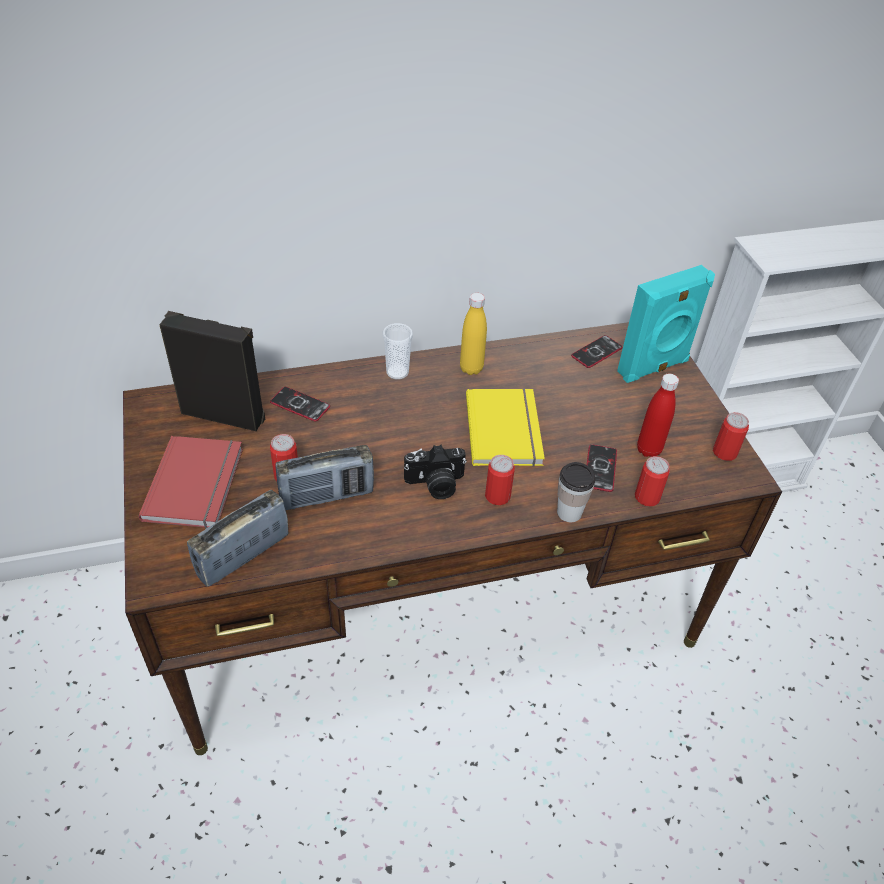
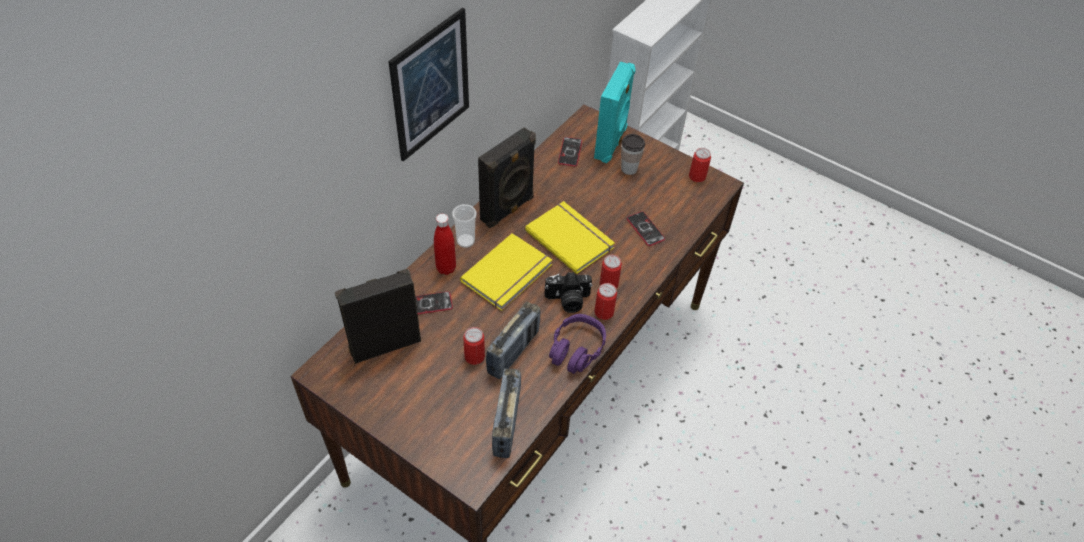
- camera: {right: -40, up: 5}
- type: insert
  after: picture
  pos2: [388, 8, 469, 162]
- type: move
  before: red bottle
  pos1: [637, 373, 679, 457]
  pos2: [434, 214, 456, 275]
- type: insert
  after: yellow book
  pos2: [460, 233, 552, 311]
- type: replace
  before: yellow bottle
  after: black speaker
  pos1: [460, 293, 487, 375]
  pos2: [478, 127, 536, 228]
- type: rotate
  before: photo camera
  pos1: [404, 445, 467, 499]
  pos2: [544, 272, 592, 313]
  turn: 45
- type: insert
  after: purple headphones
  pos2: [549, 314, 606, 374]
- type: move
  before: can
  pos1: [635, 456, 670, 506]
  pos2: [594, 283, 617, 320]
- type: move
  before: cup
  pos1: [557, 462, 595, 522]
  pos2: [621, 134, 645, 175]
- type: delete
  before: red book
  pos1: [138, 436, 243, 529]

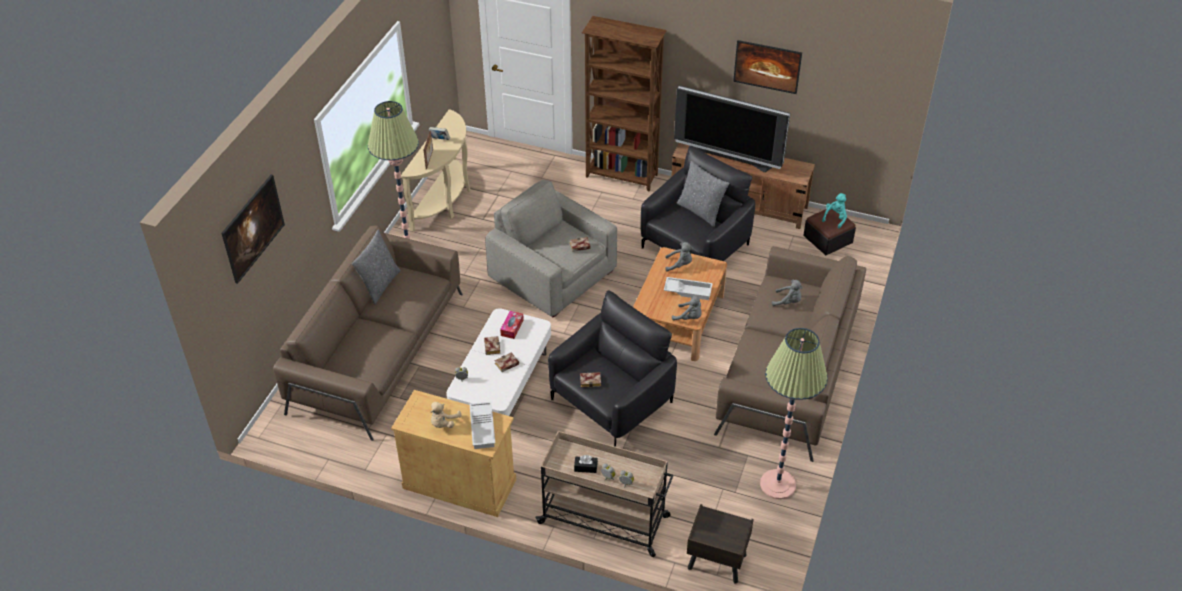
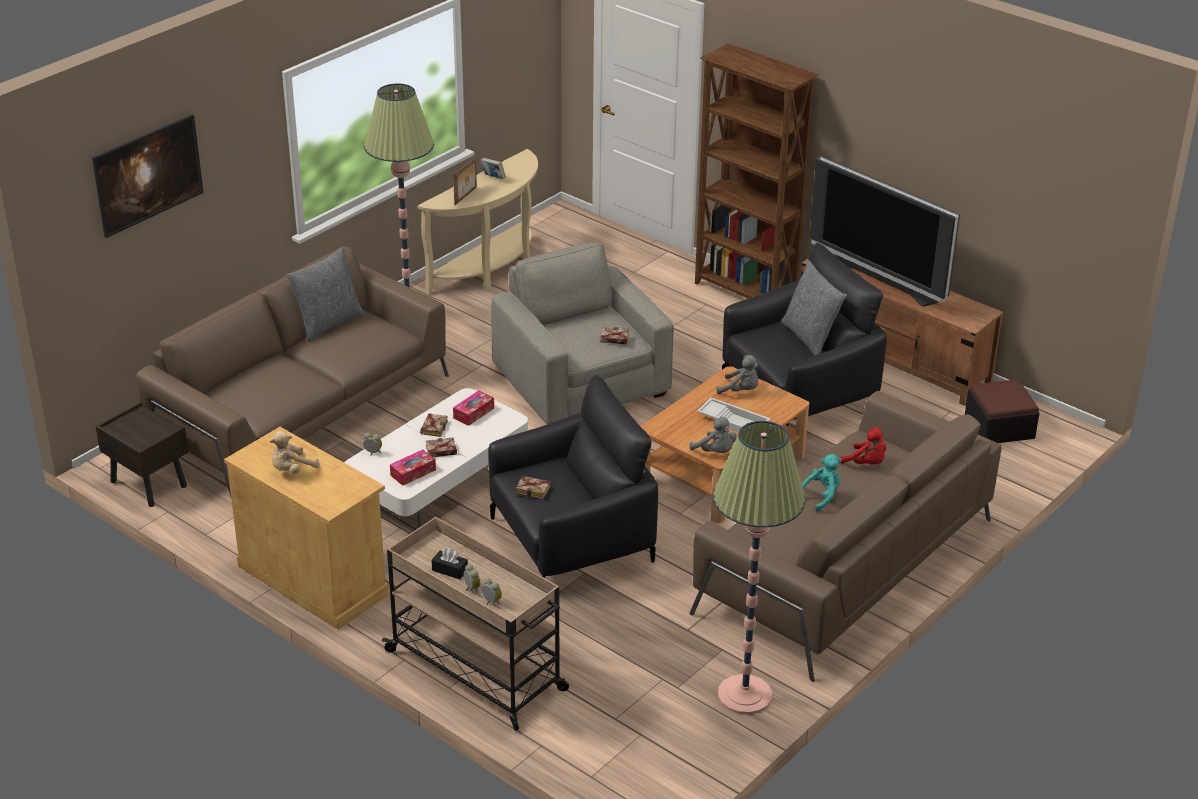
- camera: {right: 20, up: -10}
- type: move
  before: brown nightstand
  pos1: [687, 504, 754, 584]
  pos2: [96, 402, 188, 507]
- type: insert
  after: tissue box
  pos2: [390, 450, 436, 486]
- type: move
  before: turquoise plush toy
  pos1: [822, 193, 847, 228]
  pos2: [802, 454, 842, 512]
- type: recolor
  before: grey plush toy
  after: red plush toy
  pos1: [772, 280, 803, 306]
  pos2: [839, 427, 886, 464]
- type: delete
  before: white tray
  pos1: [470, 402, 495, 449]
- type: delete
  before: picture
  pos1: [733, 40, 802, 94]

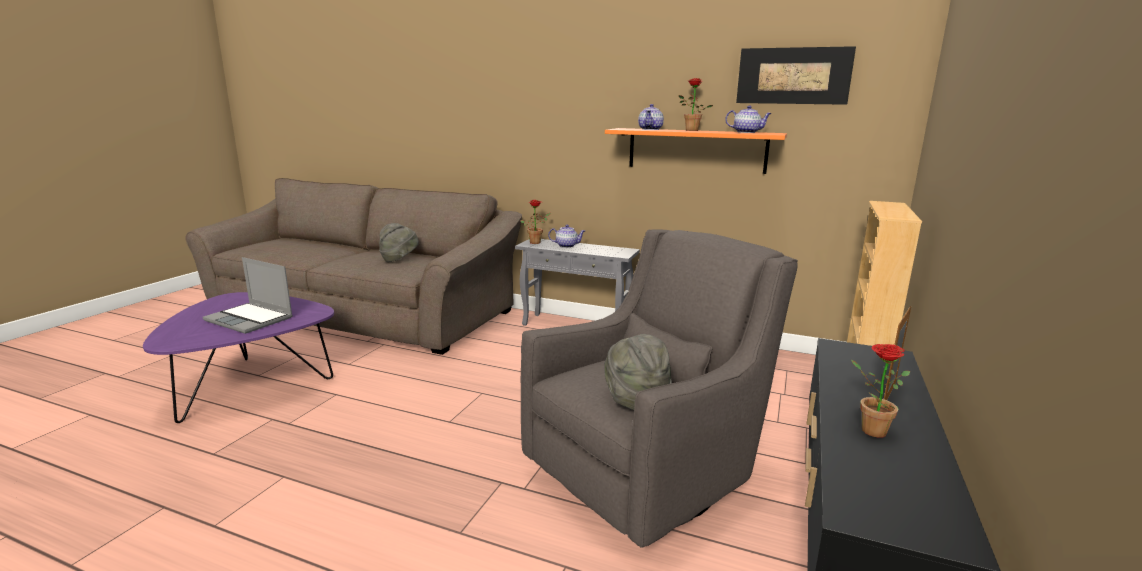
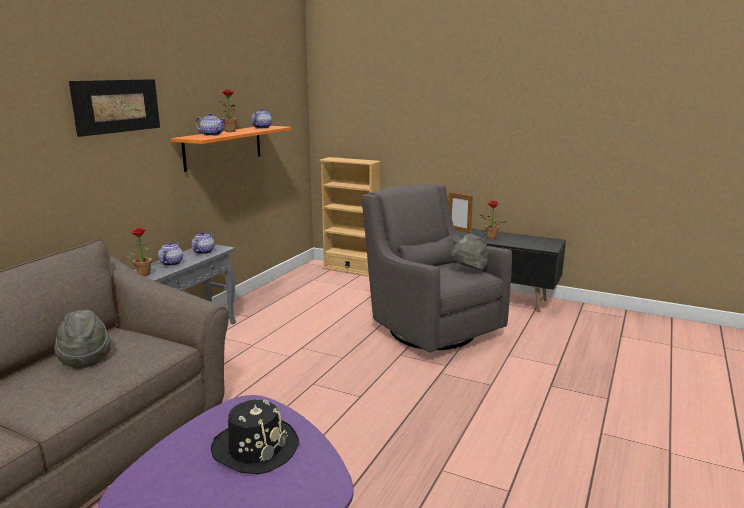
- camera: {right: -85, up: 0}
- type: move
  before: picture
  pos1: [736, 46, 856, 105]
  pos2: [69, 79, 160, 137]
- type: insert
  after: teapot
  pos2: [192, 231, 214, 254]
- type: replace
  before: laptop
  after: black hat
  pos1: [203, 257, 293, 334]
  pos2: [211, 400, 299, 474]

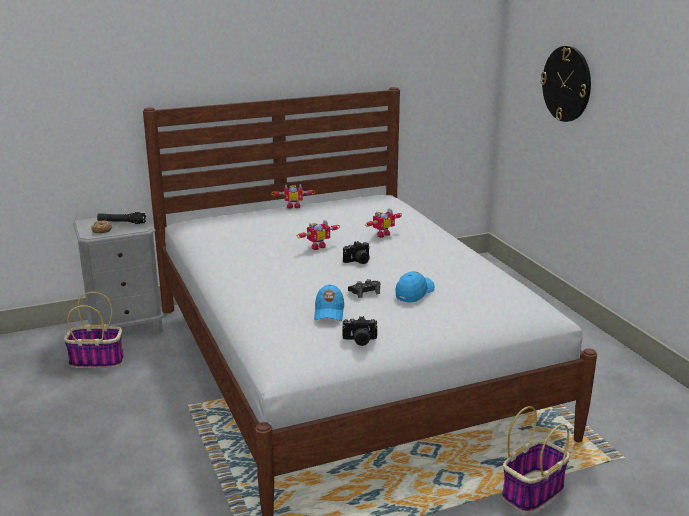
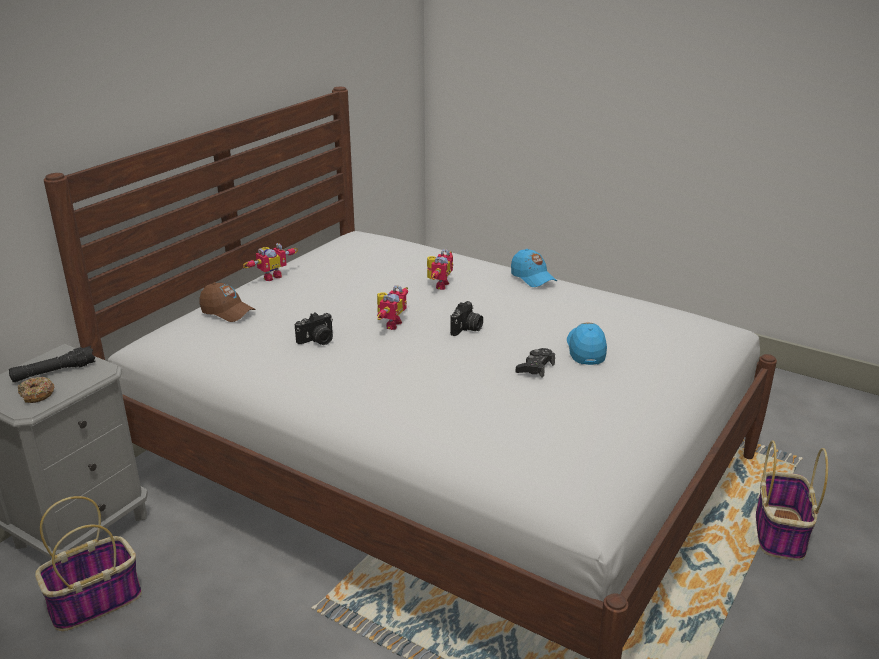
- camera: {right: -35, up: 5}
- type: insert
  after: brown cap
  pos2: [199, 282, 255, 322]
- type: move
  before: photo camera
  pos1: [342, 316, 378, 346]
  pos2: [295, 312, 333, 345]
- type: move
  before: blue cap
  pos1: [314, 284, 344, 321]
  pos2: [511, 249, 557, 287]
- type: delete
  before: wall clock
  pos1: [541, 46, 591, 122]

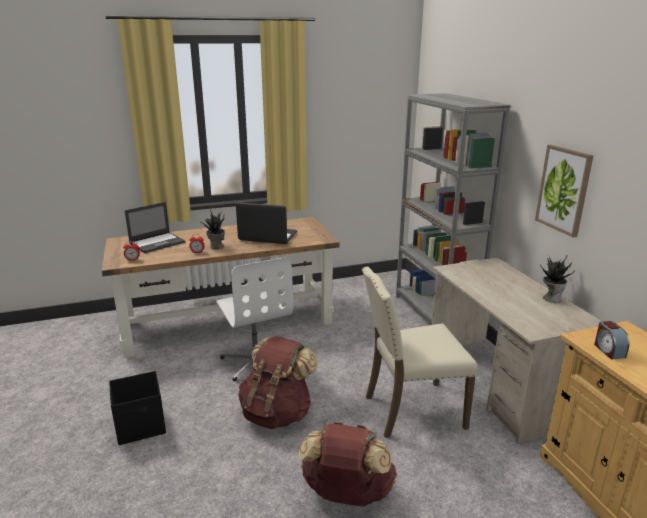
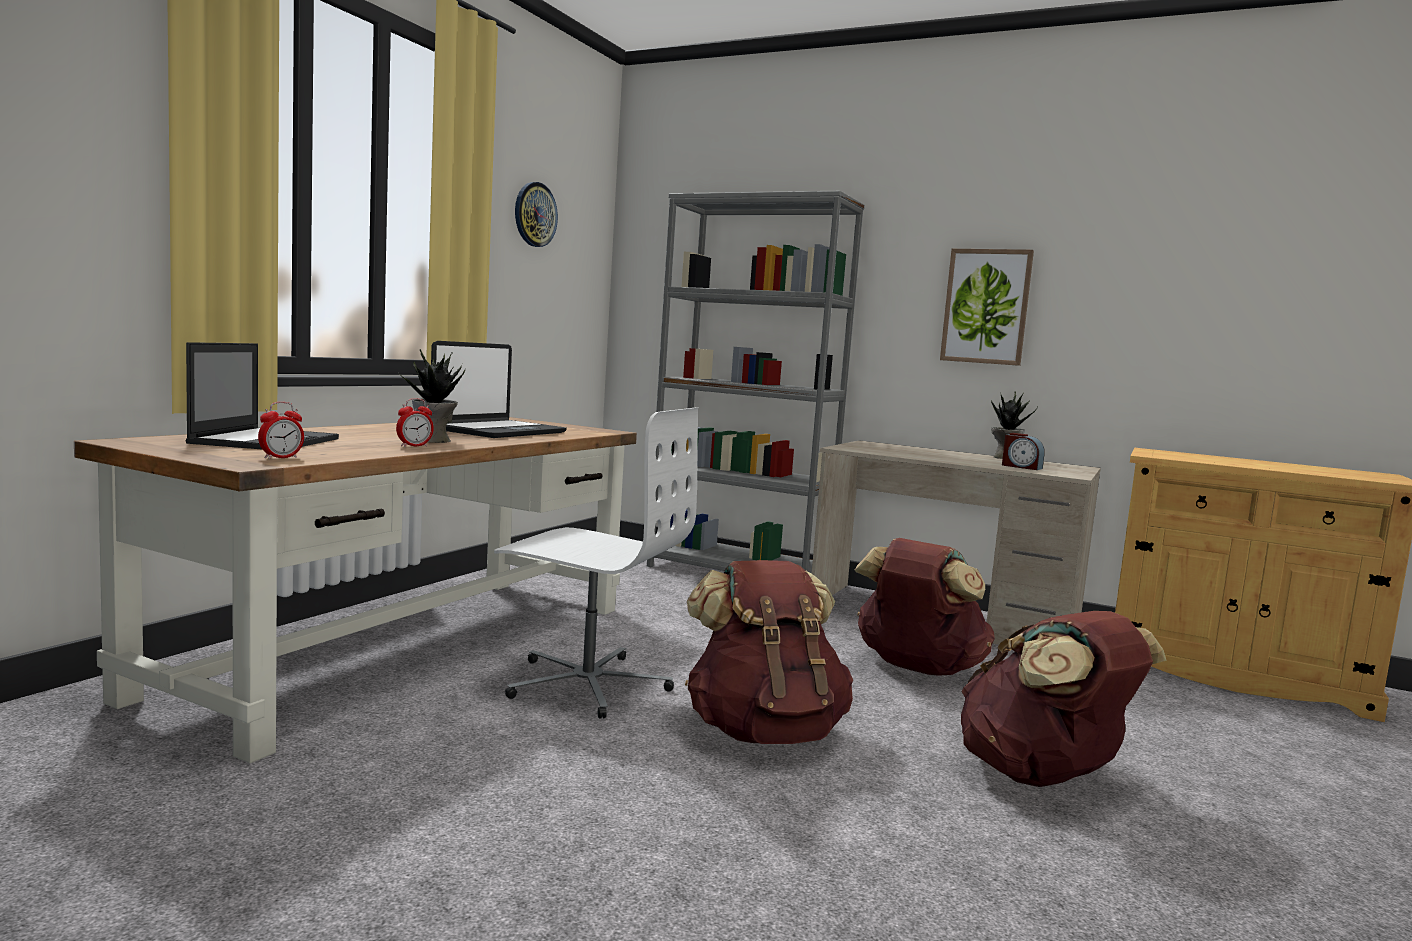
- camera: {right: -45, up: -15}
- type: rotate
  before: laptop
  pos1: [236, 202, 297, 244]
  pos2: [431, 341, 567, 438]
  turn: 150
- type: insert
  after: wall clock
  pos2: [515, 182, 558, 247]
- type: replace
  before: beige chair
  after: brown backpack
  pos1: [362, 267, 478, 438]
  pos2: [855, 538, 995, 676]
- type: move
  before: alarm clock
  pos1: [594, 321, 630, 360]
  pos2: [1002, 433, 1045, 470]
- type: delete
  before: black storage box
  pos1: [109, 371, 166, 445]

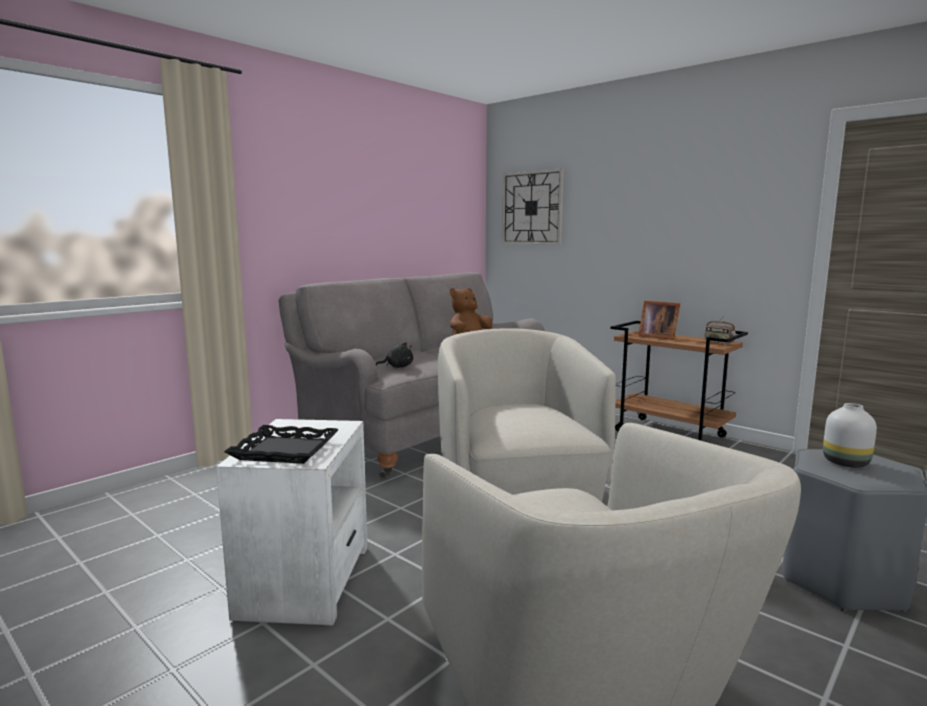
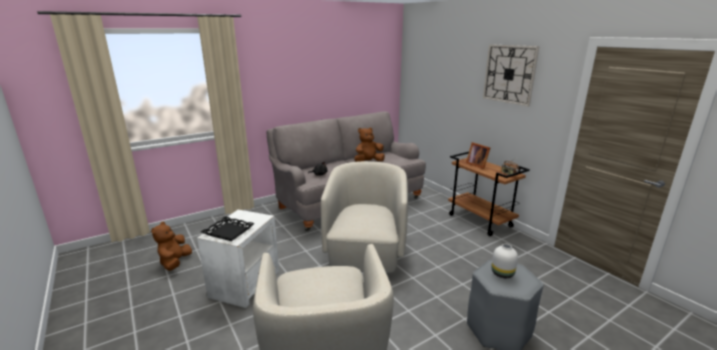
- camera: {right: 15, up: 10}
- type: insert
  after: brown plush toy
  pos2: [151, 222, 192, 271]
- type: move
  before: wall clock
  pos1: [502, 168, 564, 245]
  pos2: [483, 44, 540, 106]

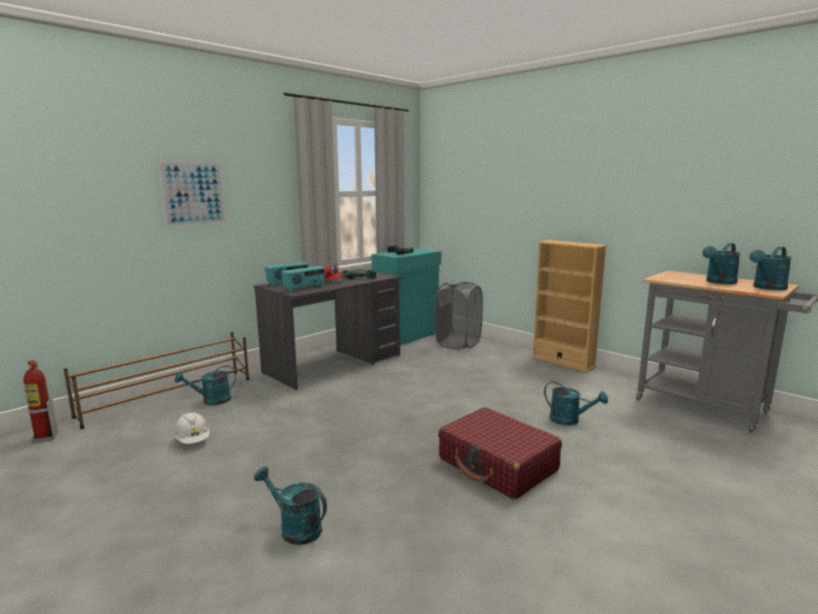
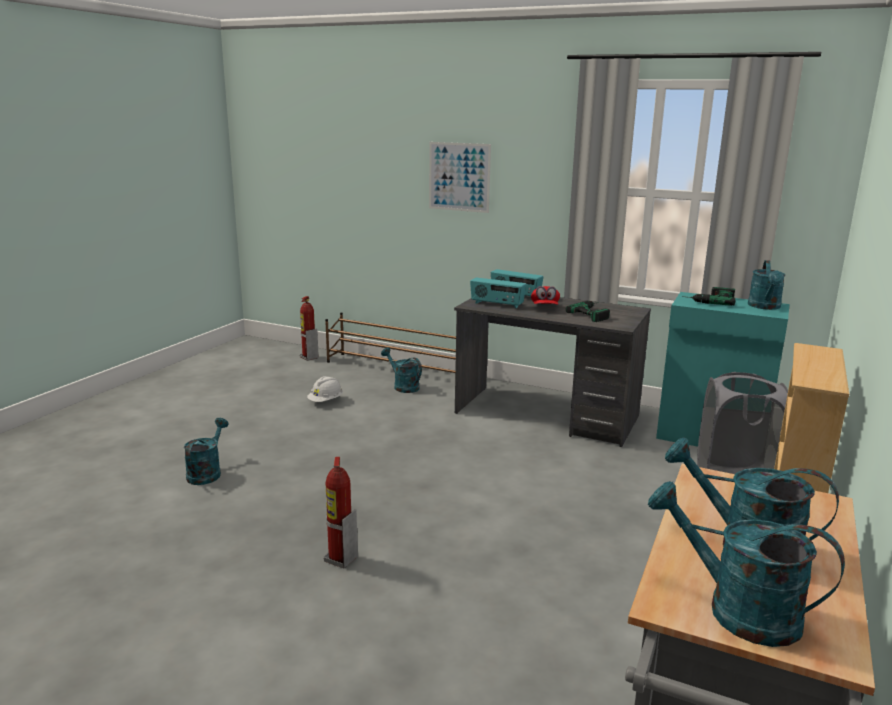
- camera: {right: 70, up: 5}
- type: replace
  before: red suitcase
  after: fire extinguisher
  pos1: [438, 407, 562, 500]
  pos2: [323, 457, 358, 569]
- type: move
  before: turquoise watering can
  pos1: [544, 381, 608, 425]
  pos2: [748, 260, 785, 310]

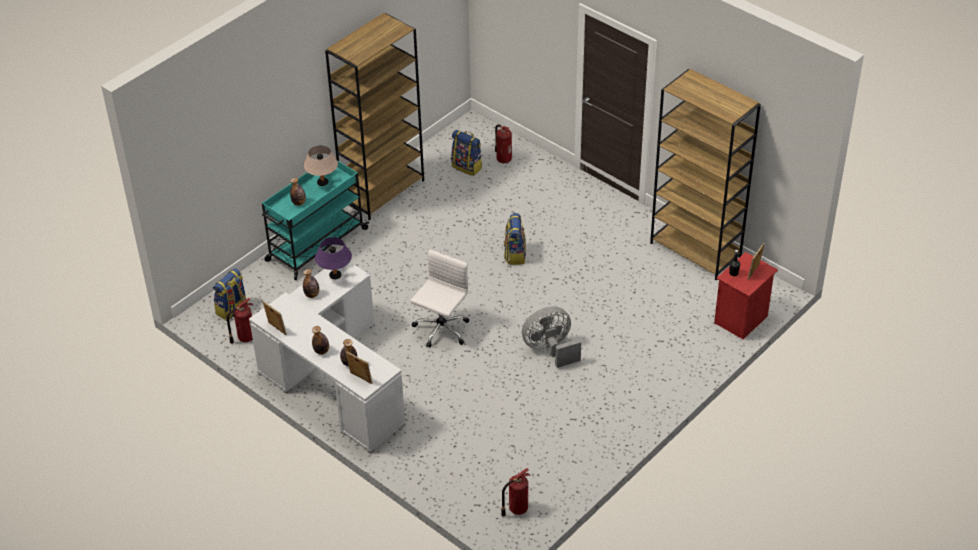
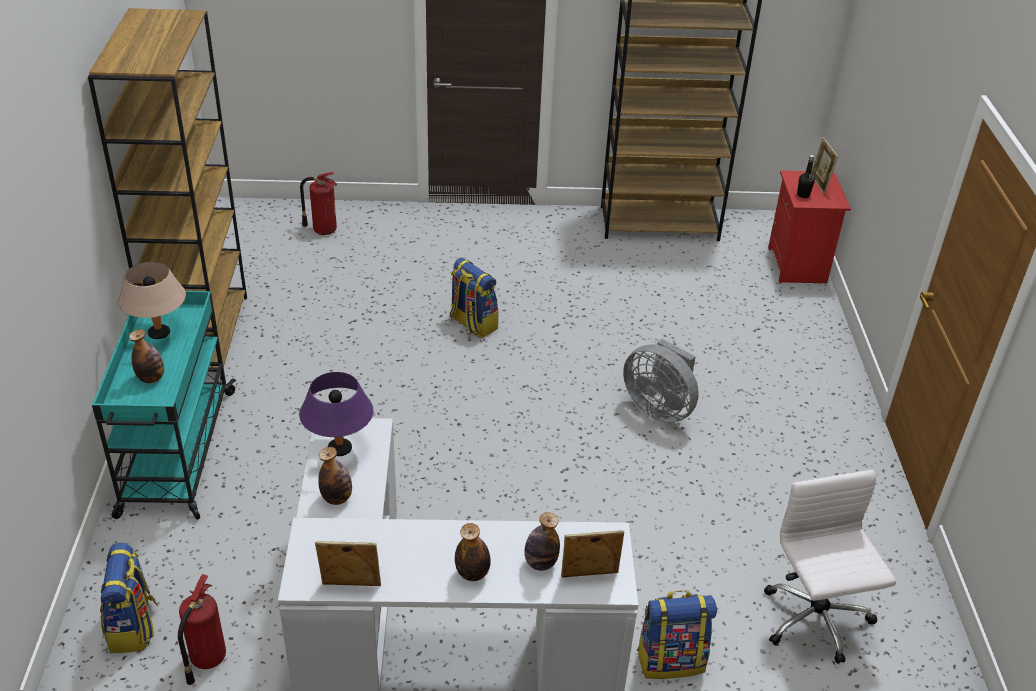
- camera: {right: -45, up: -5}
- type: rotate
  before: grey fan
  pos1: [522, 306, 581, 368]
  pos2: [623, 339, 699, 423]
  turn: -75
- type: move
  before: backpack
  pos1: [451, 130, 482, 176]
  pos2: [637, 590, 717, 679]
- type: move
  before: white office chair
  pos1: [410, 250, 469, 348]
  pos2: [764, 470, 896, 664]
- type: delete
  before: fire extinguisher
  pos1: [501, 468, 531, 516]

